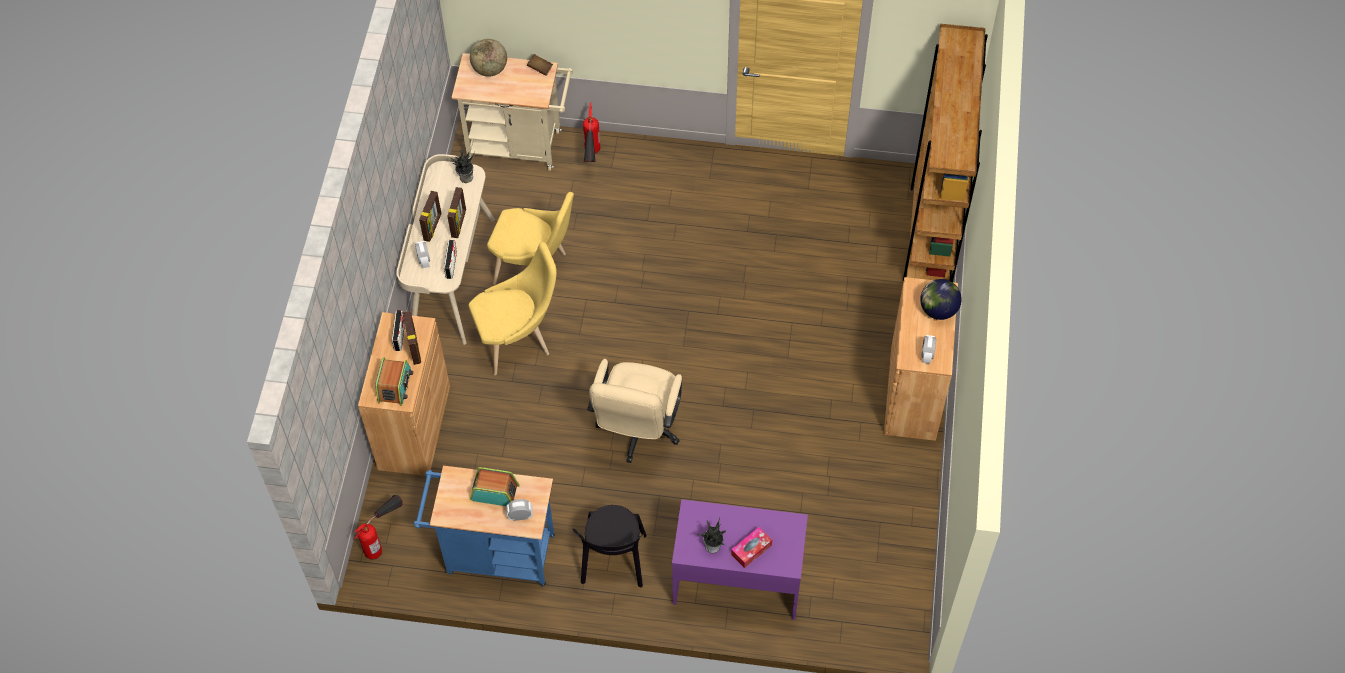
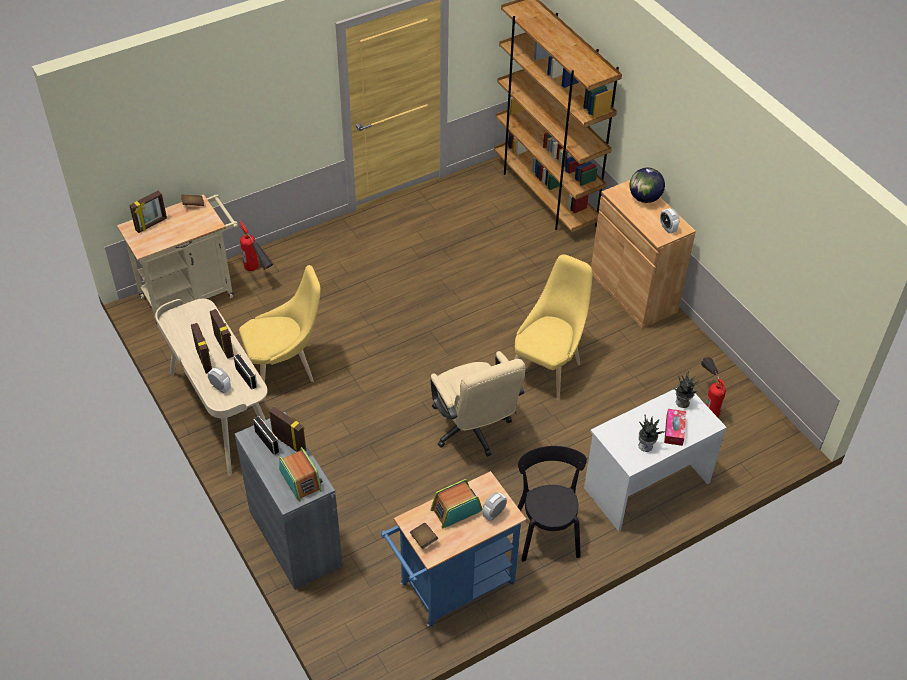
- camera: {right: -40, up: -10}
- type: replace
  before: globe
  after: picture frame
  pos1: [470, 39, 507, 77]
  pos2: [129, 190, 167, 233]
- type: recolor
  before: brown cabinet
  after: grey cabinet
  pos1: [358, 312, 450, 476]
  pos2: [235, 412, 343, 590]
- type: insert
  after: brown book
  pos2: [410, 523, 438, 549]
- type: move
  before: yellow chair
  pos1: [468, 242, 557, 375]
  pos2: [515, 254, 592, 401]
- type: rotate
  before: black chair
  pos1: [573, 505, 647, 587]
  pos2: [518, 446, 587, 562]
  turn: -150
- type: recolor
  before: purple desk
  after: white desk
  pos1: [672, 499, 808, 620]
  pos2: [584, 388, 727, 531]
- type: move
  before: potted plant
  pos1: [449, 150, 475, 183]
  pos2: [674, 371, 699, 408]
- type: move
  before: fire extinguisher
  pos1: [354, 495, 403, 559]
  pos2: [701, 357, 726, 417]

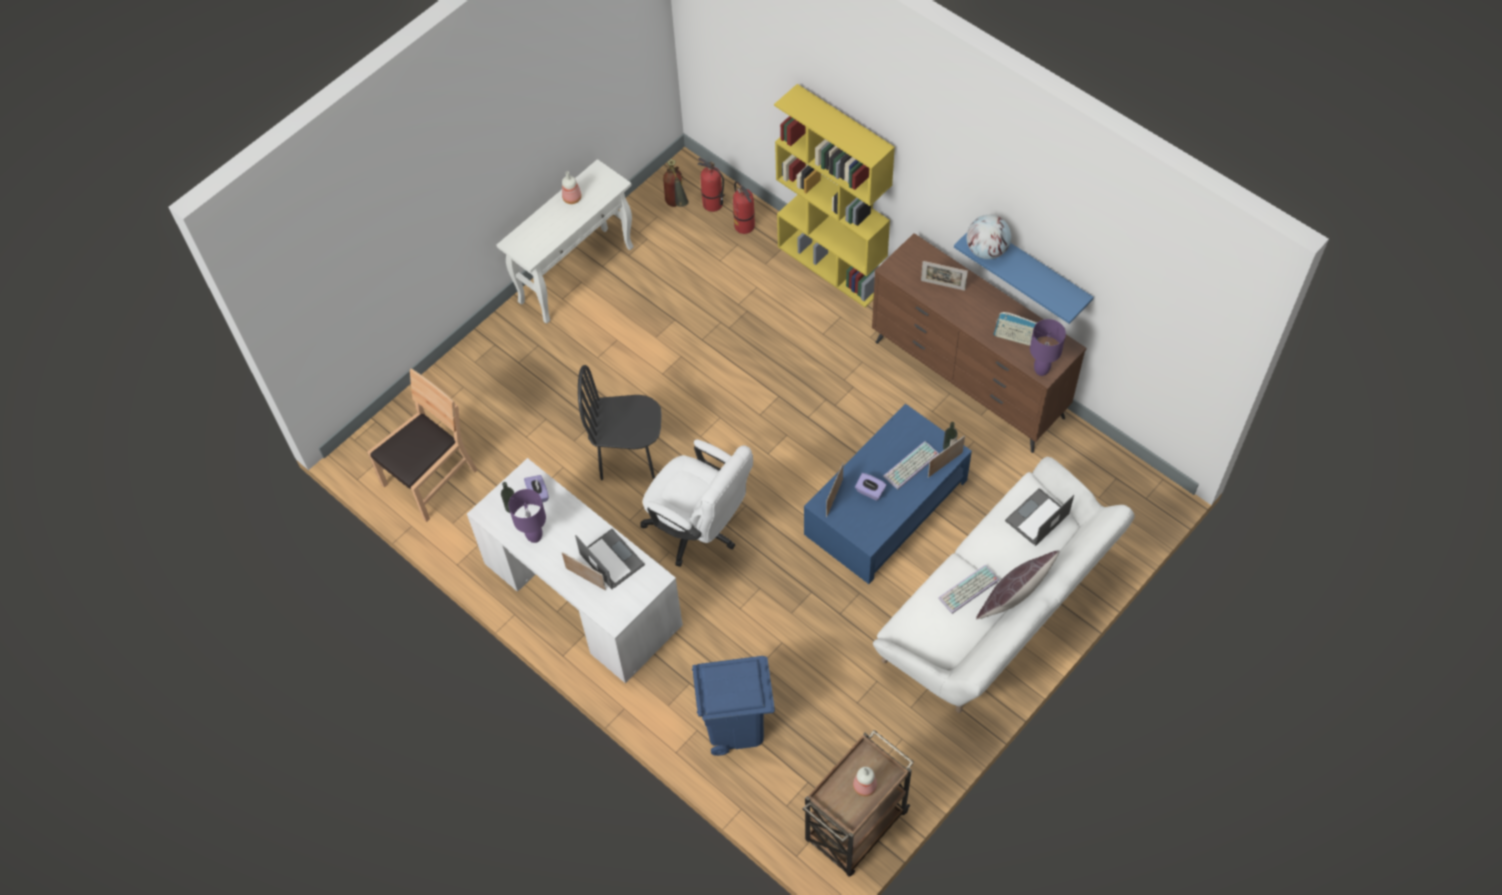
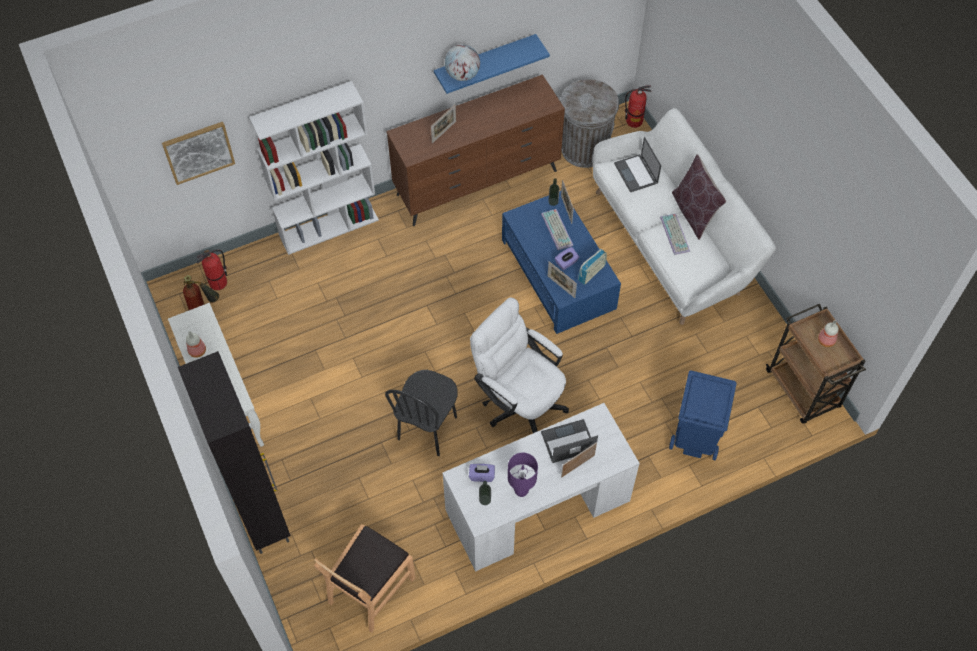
- camera: {right: -70, up: 0}
- type: insert
  after: picture
  pos2: [162, 122, 235, 185]
- type: insert
  after: black cabinet
  pos2: [178, 351, 291, 554]
- type: recolor
  before: yellow bookcase
  after: white bookcase
  pos1: [774, 84, 895, 307]
  pos2: [249, 81, 379, 255]
- type: rotate
  before: brown chair
  pos1: [367, 368, 477, 522]
  pos2: [314, 524, 416, 633]
  turn: -120
- type: rotate
  before: white office chair
  pos1: [640, 440, 753, 567]
  pos2: [470, 298, 569, 433]
  turn: -105
- type: insert
  after: grey trash can
  pos2: [560, 79, 619, 168]
- type: move
  before: radio
  pos1: [994, 312, 1038, 346]
  pos2: [578, 249, 607, 285]
- type: move
  before: fire extinguisher
  pos1: [733, 182, 755, 234]
  pos2: [625, 85, 651, 128]
- type: delete
  before: purple table lamp
  pos1: [1030, 319, 1066, 376]

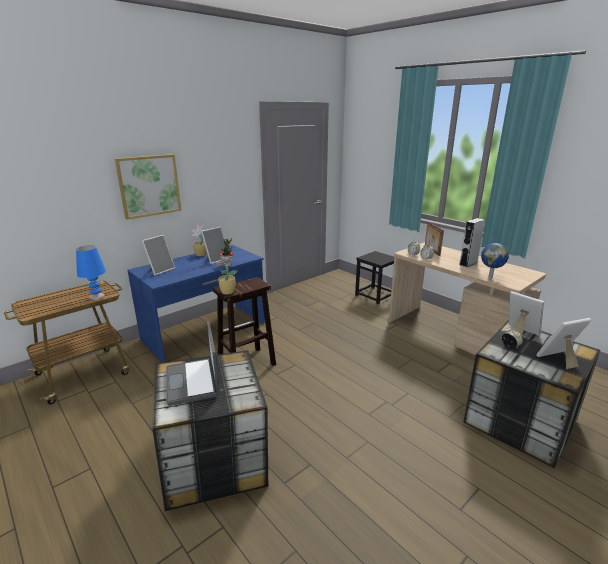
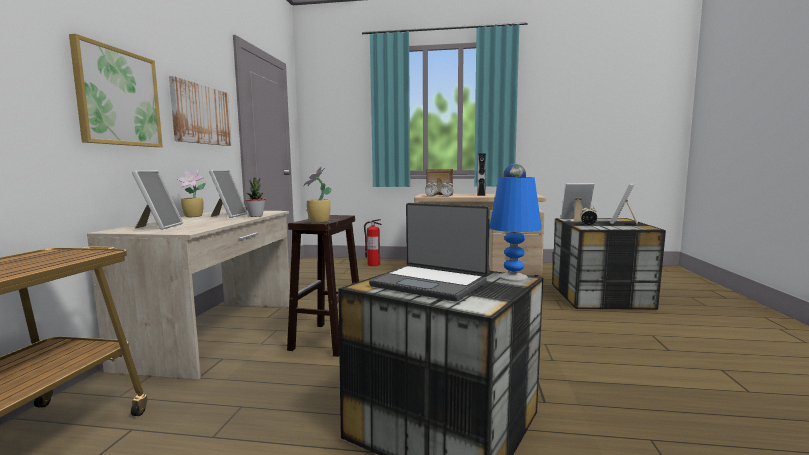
- camera: {right: -40, up: -15}
- type: recolor
  before: blue desk
  after: beige desk
  pos1: [127, 245, 265, 363]
  pos2: [87, 211, 290, 379]
- type: insert
  after: picture
  pos2: [169, 76, 232, 146]
- type: replace
  before: black stool
  after: fire extinguisher
  pos1: [355, 251, 394, 304]
  pos2: [364, 219, 382, 266]
- type: move
  before: blue table lamp
  pos1: [76, 245, 106, 300]
  pos2: [489, 177, 542, 282]

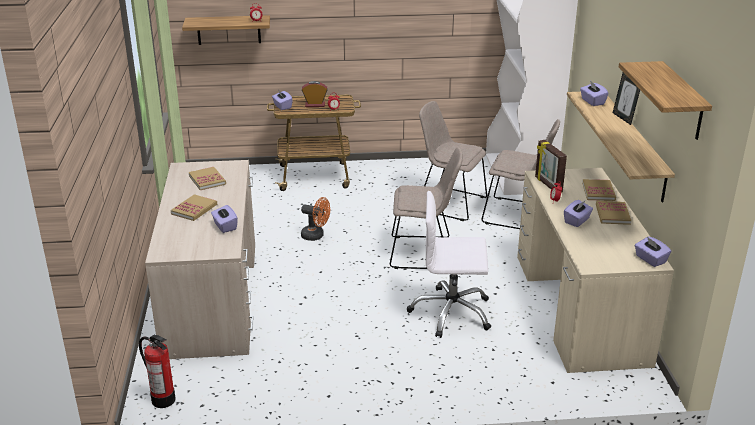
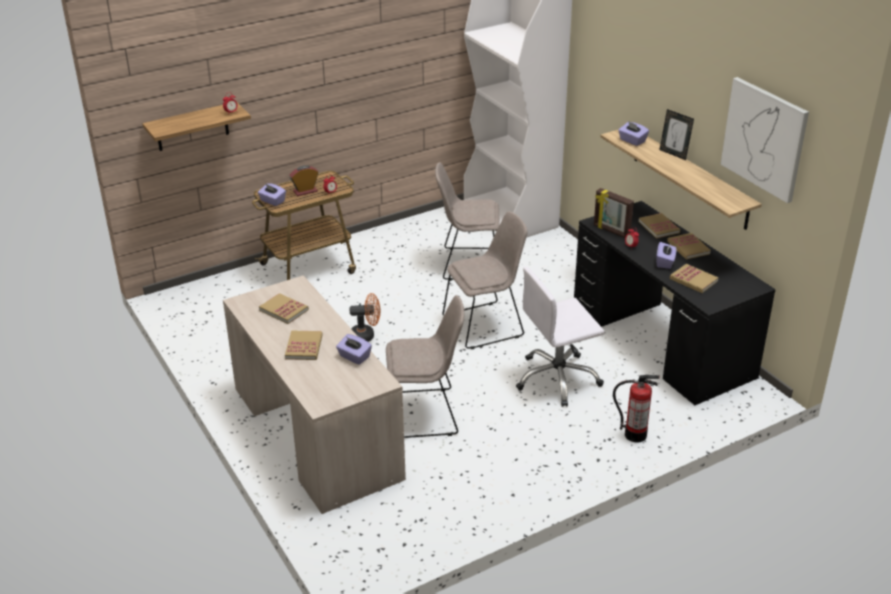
- camera: {right: -25, up: 5}
- type: move
  before: beige chair
  pos1: [482, 119, 560, 229]
  pos2: [386, 295, 464, 438]
- type: recolor
  before: beige desk
  after: black desk
  pos1: [517, 168, 674, 373]
  pos2: [574, 201, 776, 405]
- type: move
  before: fire extinguisher
  pos1: [139, 335, 176, 408]
  pos2: [613, 375, 660, 443]
- type: insert
  after: book
  pos2: [670, 264, 718, 293]
- type: replace
  before: shelf
  after: picture
  pos1: [619, 61, 712, 140]
  pos2: [720, 77, 809, 203]
- type: delete
  before: purple tissue box
  pos1: [635, 236, 671, 267]

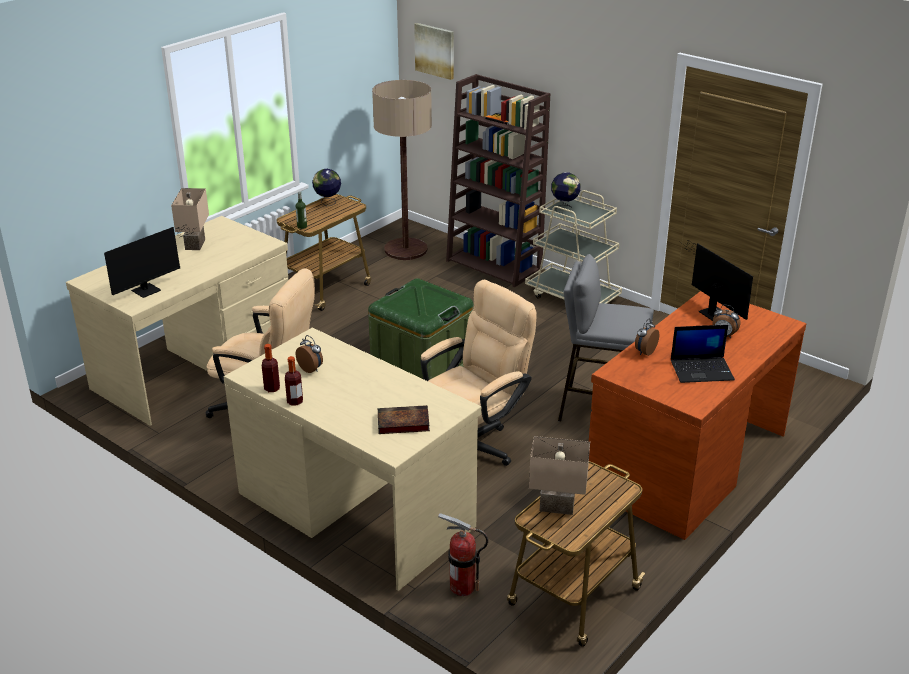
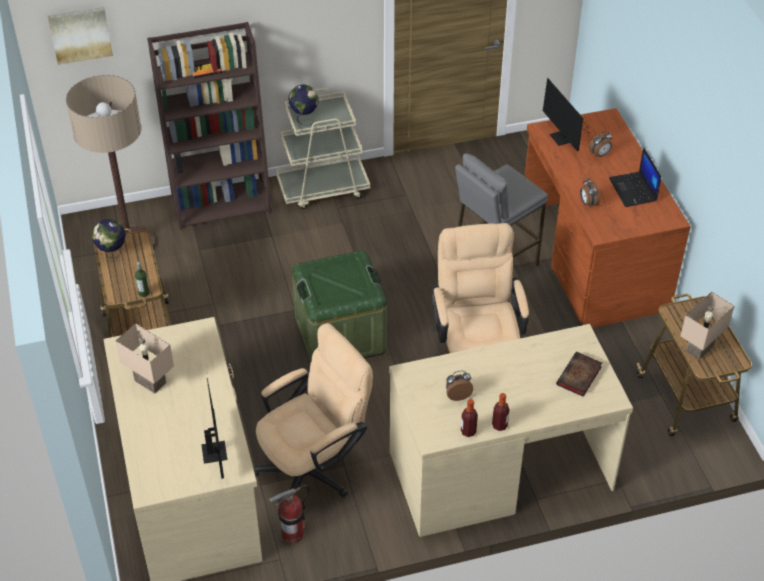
- camera: {right: -55, up: 15}
- type: move
  before: fire extinguisher
  pos1: [438, 513, 488, 596]
  pos2: [269, 485, 310, 543]
- type: rotate
  before: monitor
  pos1: [681, 239, 753, 321]
  pos2: [542, 78, 592, 151]
  turn: -120
- type: rotate
  before: laptop
  pos1: [671, 325, 735, 383]
  pos2: [609, 147, 661, 207]
  turn: 135

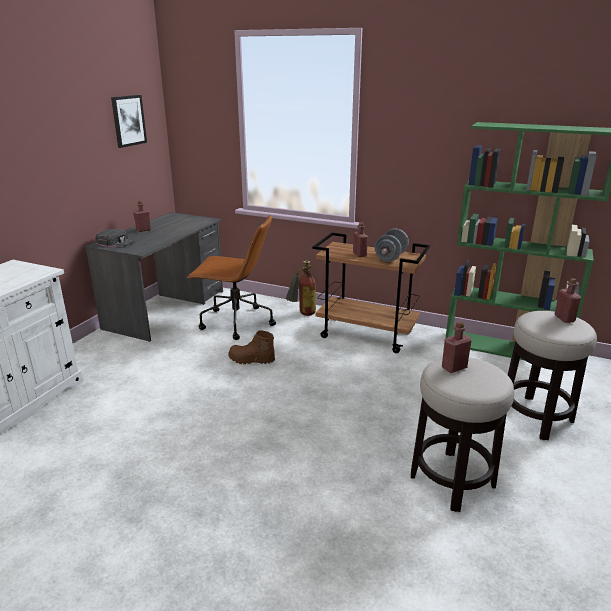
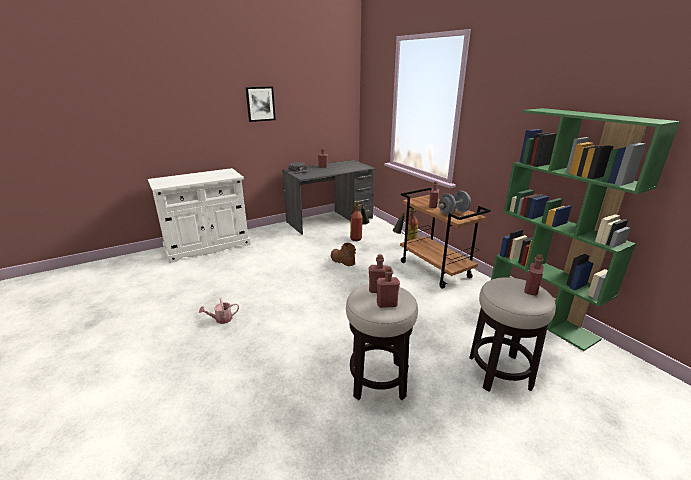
- camera: {right: 35, up: 0}
- type: insert
  after: watering can
  pos2: [199, 298, 239, 324]
- type: move
  before: picture
  pos1: [111, 95, 147, 148]
  pos2: [245, 86, 276, 122]
- type: replace
  before: brown office chair
  after: fire extinguisher
  pos1: [187, 215, 276, 340]
  pos2: [350, 201, 370, 241]
- type: insert
  after: red bottle
  pos2: [377, 266, 400, 308]

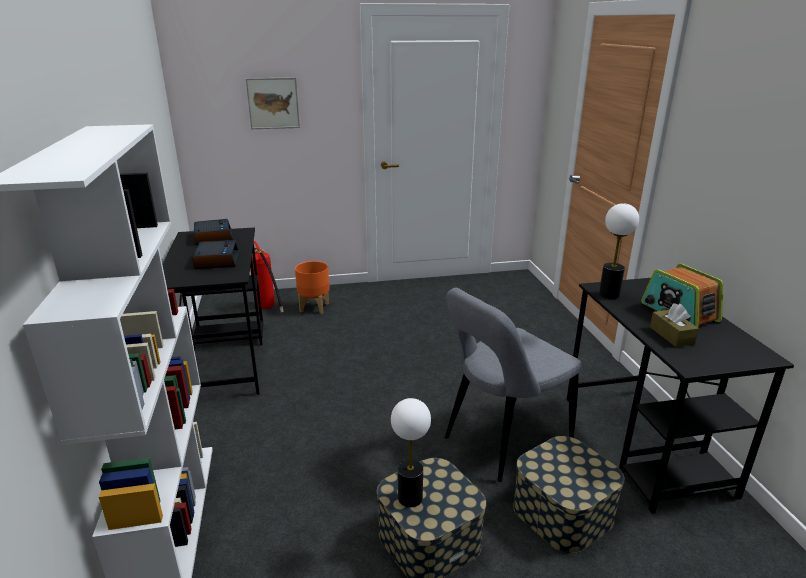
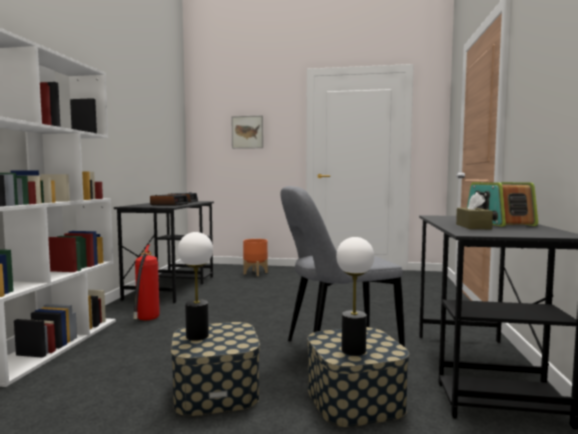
- camera: {right: 20, up: -20}
- type: move
  before: fire extinguisher
  pos1: [252, 241, 284, 313]
  pos2: [133, 245, 160, 320]
- type: move
  before: table lamp
  pos1: [599, 203, 639, 299]
  pos2: [336, 237, 374, 356]

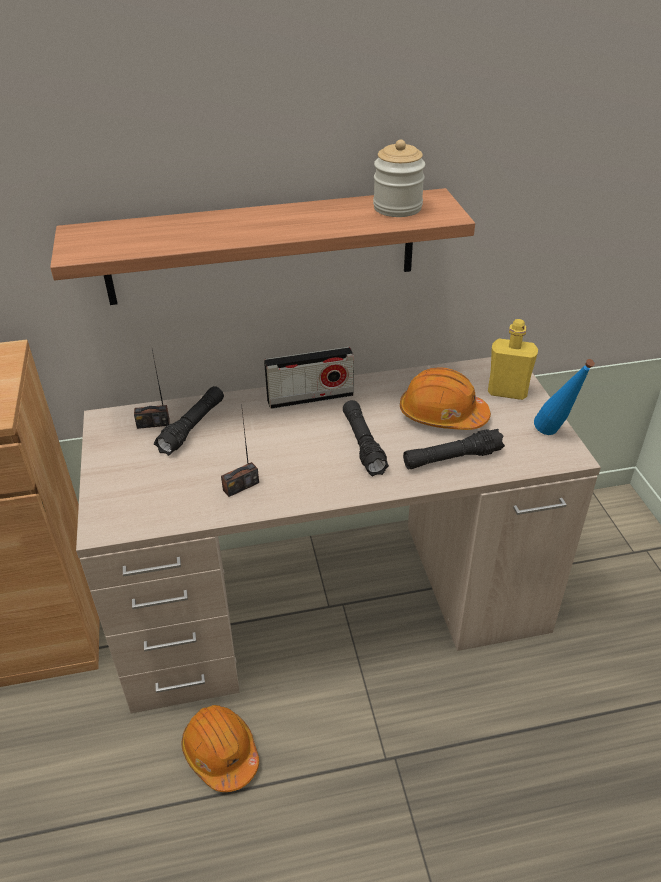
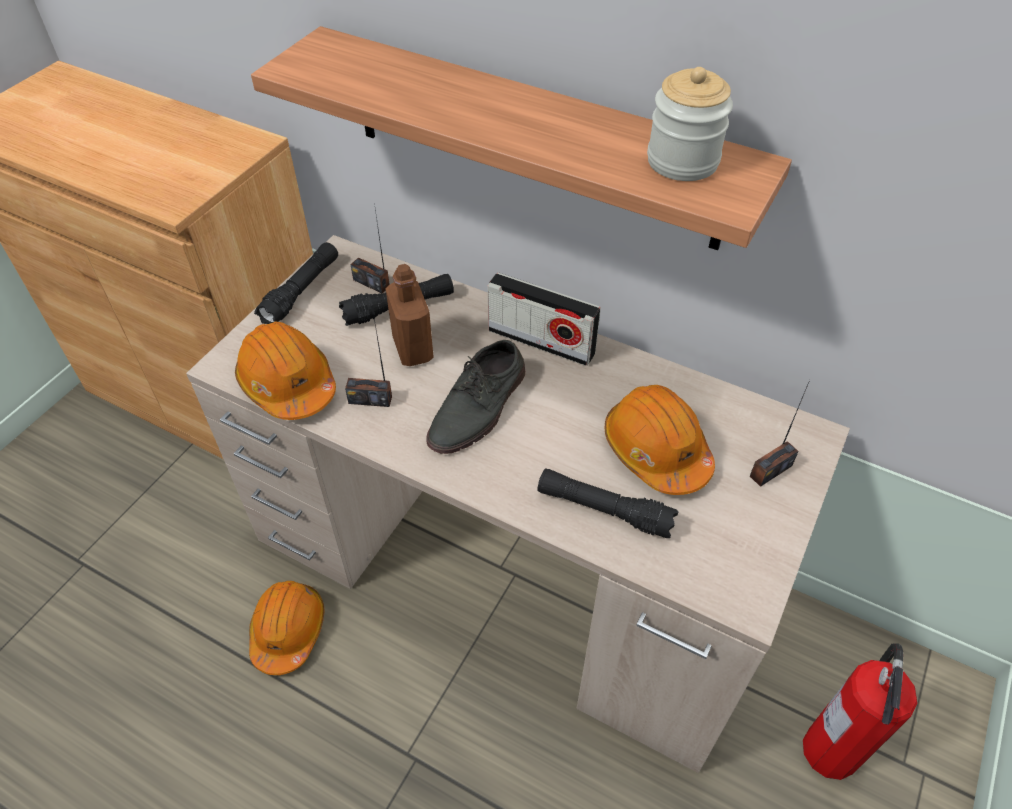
- camera: {right: 40, up: 10}
- type: insert
  after: orange hard hat
  pos2: [235, 322, 336, 420]
- type: move
  before: black flashlight
  pos1: [343, 400, 389, 476]
  pos2: [254, 242, 338, 324]
- type: insert
  after: brown bottle
  pos2: [386, 264, 434, 366]
- type: insert
  after: grey shoe
  pos2: [426, 340, 525, 454]
- type: replace
  before: yellow bottle
  after: radio
  pos1: [488, 319, 538, 400]
  pos2: [750, 380, 810, 487]
- type: insert
  after: fire extinguisher
  pos2: [803, 644, 918, 780]
- type: delete
  before: blue bottle
  pos1: [534, 359, 595, 435]

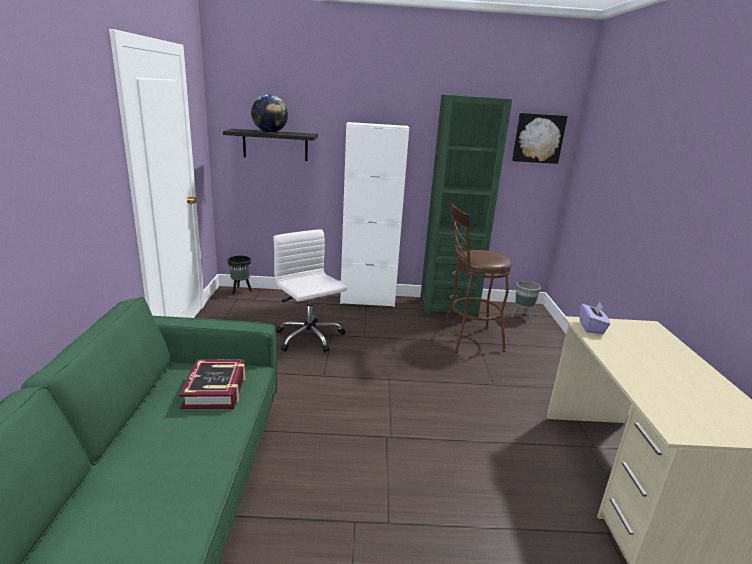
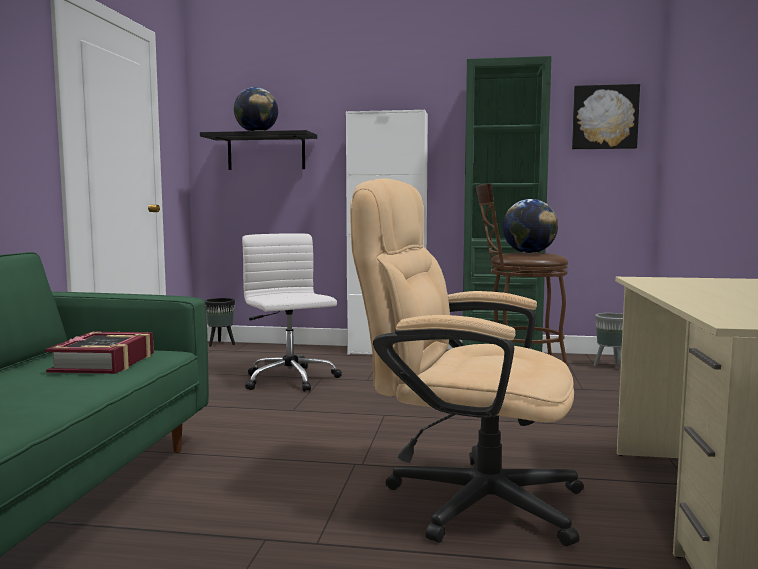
- camera: {right: 10, up: -15}
- type: insert
  after: beige office chair
  pos2: [350, 178, 584, 546]
- type: insert
  after: globe
  pos2: [502, 199, 558, 253]
- type: delete
  before: purple tissue box
  pos1: [579, 302, 610, 334]

